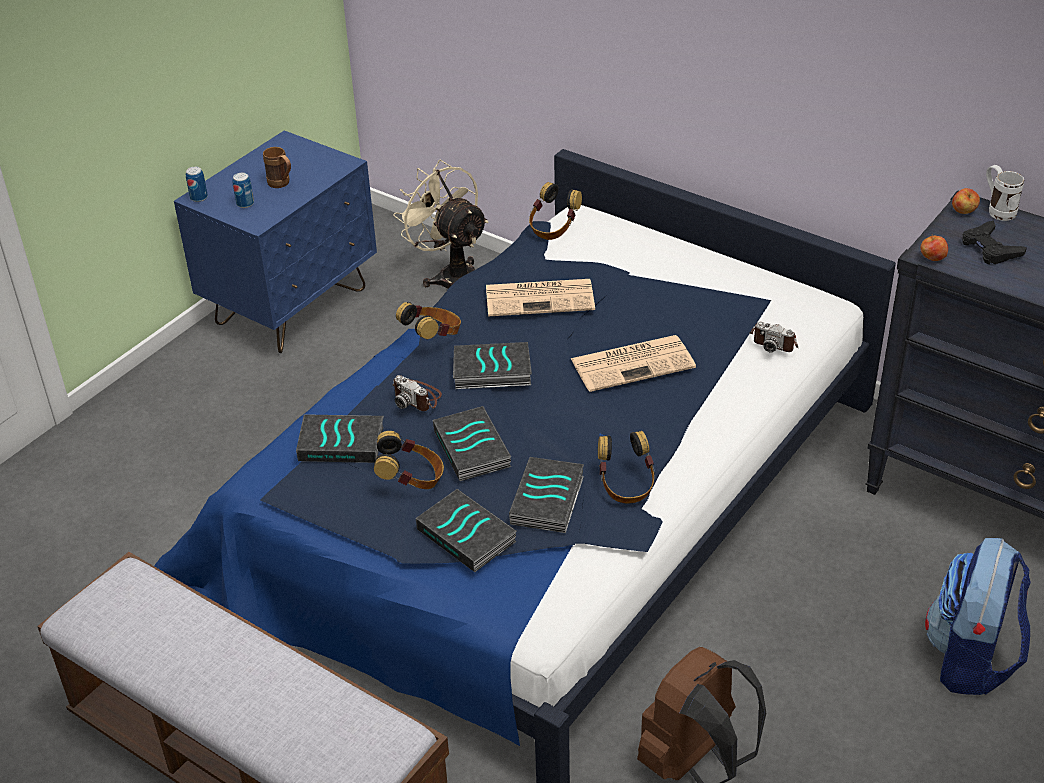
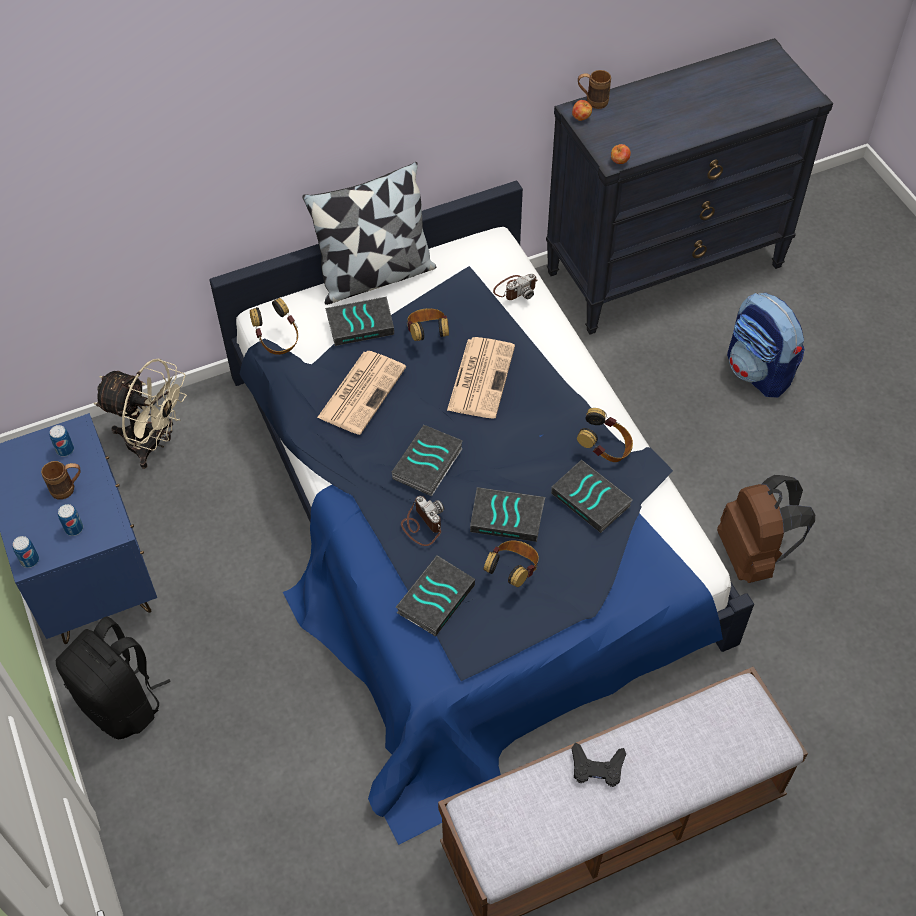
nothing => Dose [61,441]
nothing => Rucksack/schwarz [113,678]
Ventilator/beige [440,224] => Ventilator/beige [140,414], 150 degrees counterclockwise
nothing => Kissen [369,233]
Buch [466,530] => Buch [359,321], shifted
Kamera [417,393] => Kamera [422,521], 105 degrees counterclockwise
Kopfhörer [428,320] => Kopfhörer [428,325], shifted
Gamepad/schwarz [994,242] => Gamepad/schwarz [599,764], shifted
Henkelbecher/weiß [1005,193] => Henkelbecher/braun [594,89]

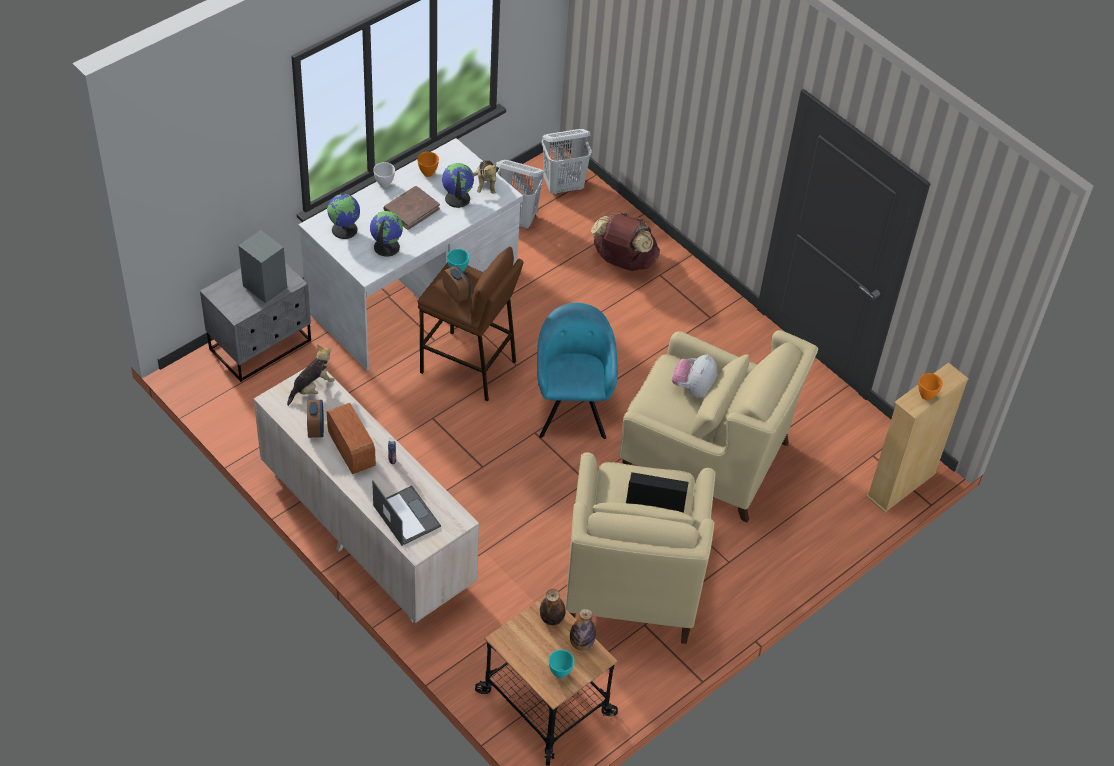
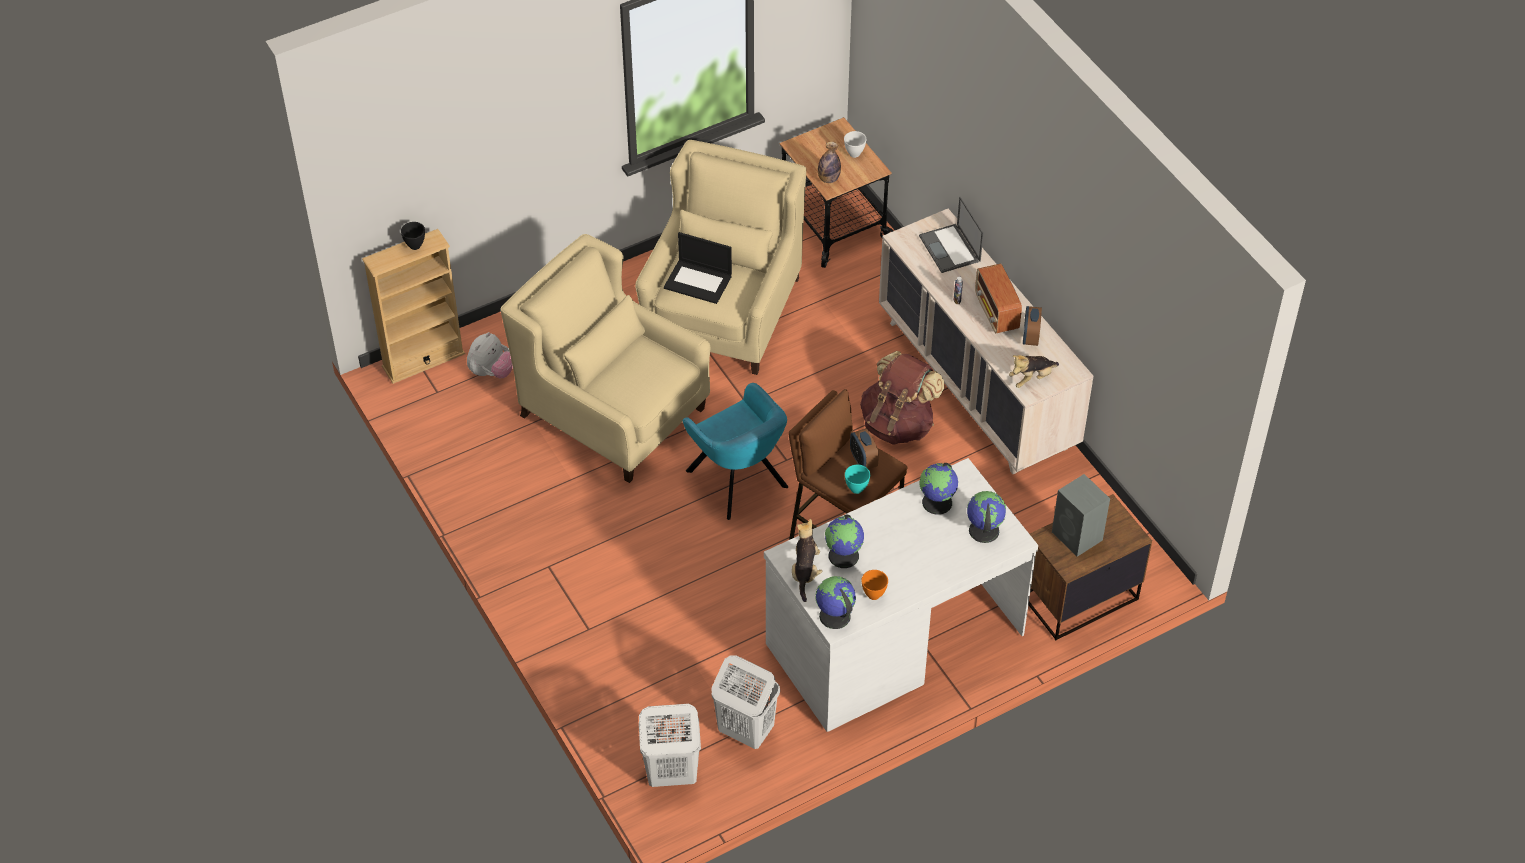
Schüssel/orange [930,386] => Schüssel/schwarz [413,236]
Plüschtier [694,375] => Plüschtier [490,355], shifted
Sessel/türkis [577,371] => Sessel/türkis [735,451], 45 degrees counterclockwise
nothing => Globus [836,602]
Schüssel/weiß [384,175] => Schüssel/weiß [855,144], shifted
Rucksack/braun [625,241] => Rucksack/braun [902,398], shifted
Nachttisch/grau [255,322] => Nachttisch/braun [1090,567]
Buch/braun [411,208] => nothing
Schüssel/türkis [561,664] => nothing
Flasche [583,630] => nothing

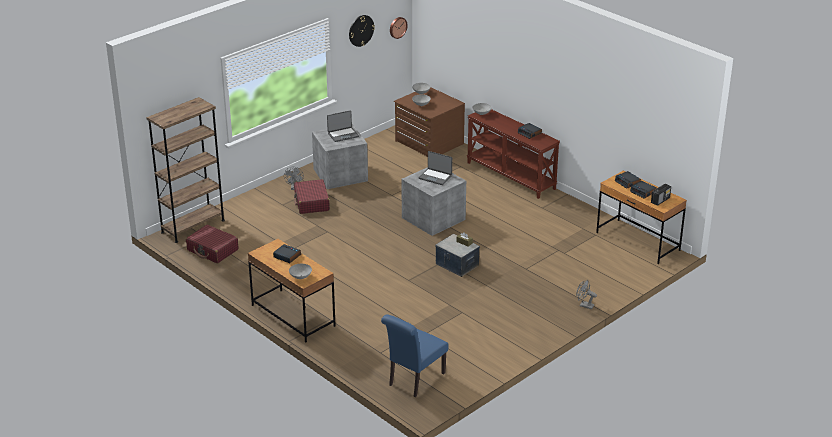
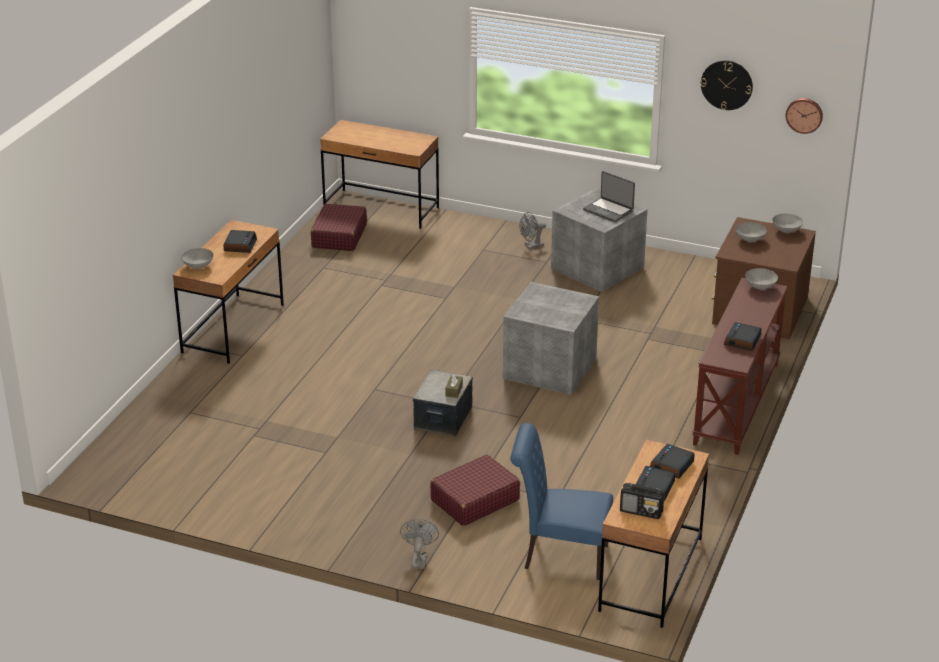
Bücherregal/braun [185,170] => Schreibtisch/braun [379,174]
Koffer/rot [312,196] => Koffer/rot [475,490], shifted
Stuhl/blau [415,356] => Stuhl/blau [562,501], shifted
Laptop [435,168] => nothing

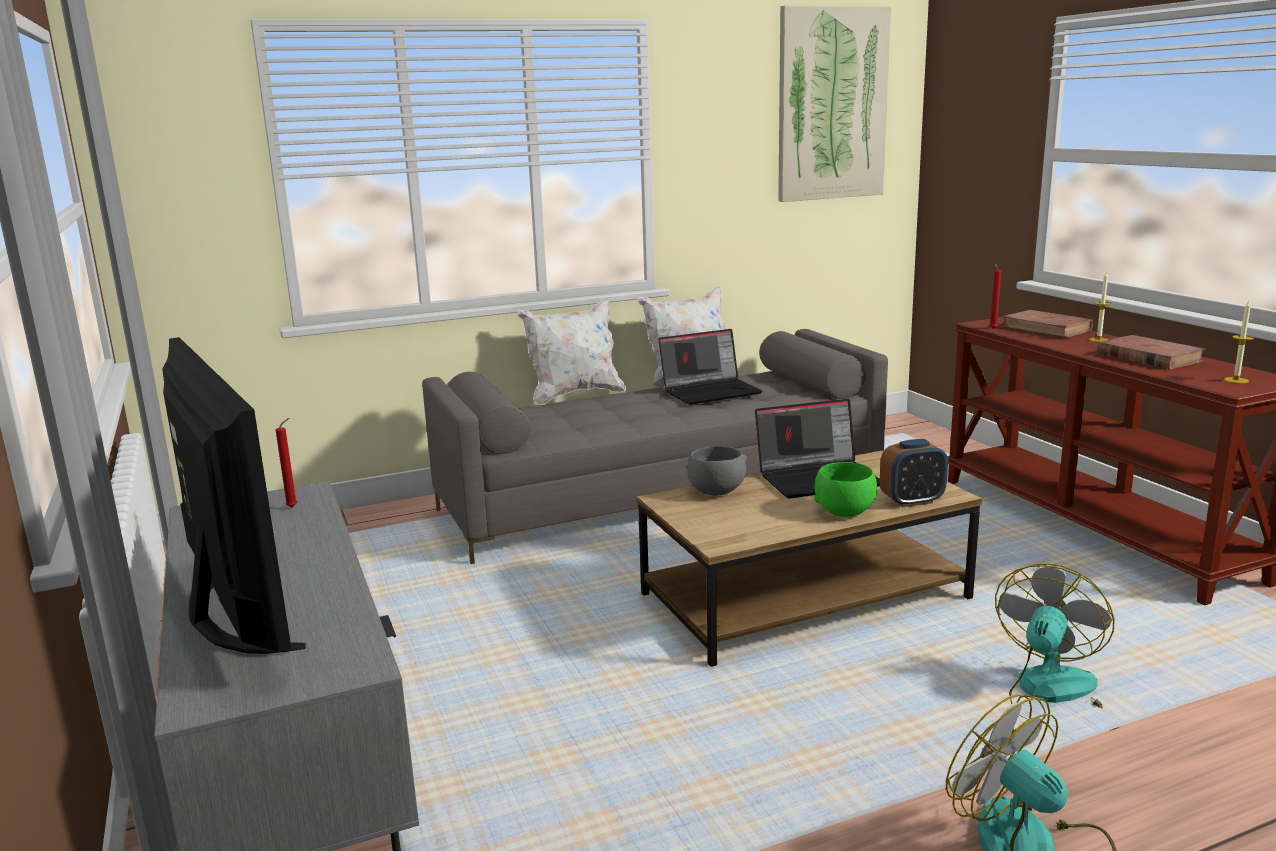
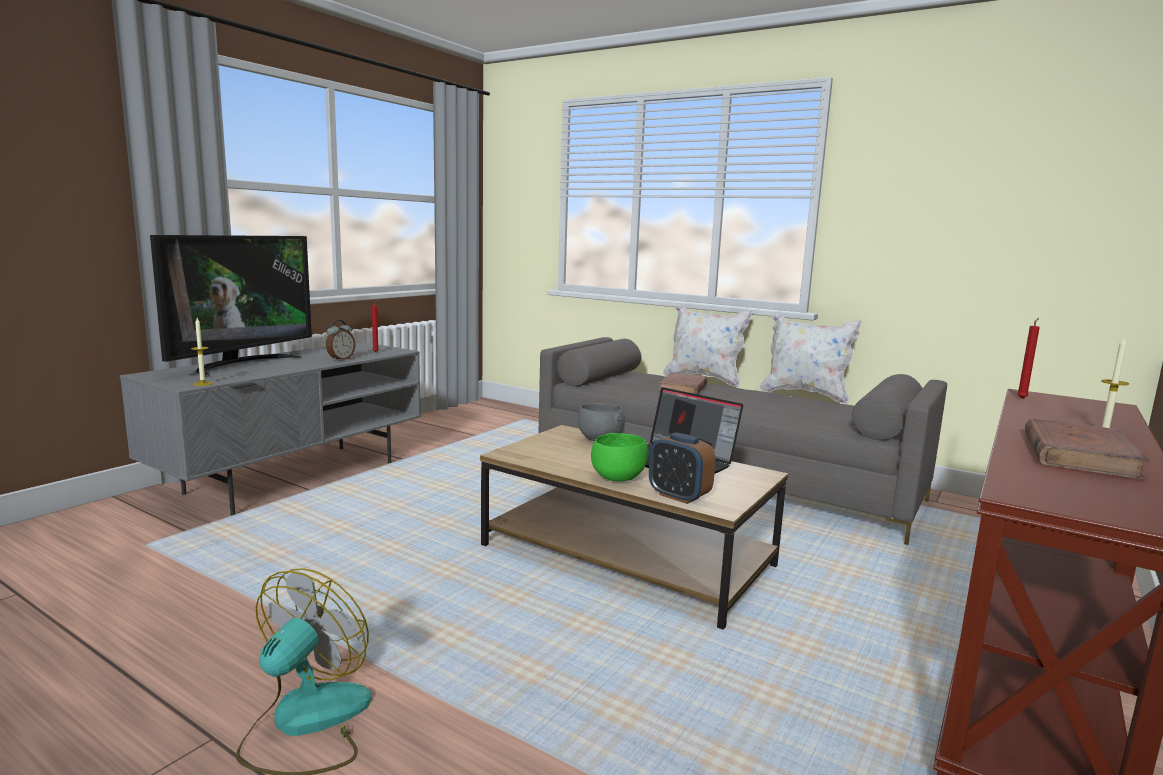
Kerze [1239,342] => Kerze [202,352], shifted
nothing => Wecker [340,340]
Buch/braun [1047,324] => Buch/braun [682,383], shifted
Laptop [710,367] => nothing
Bild [834,104] => nothing
Ventilator [1058,647] => nothing

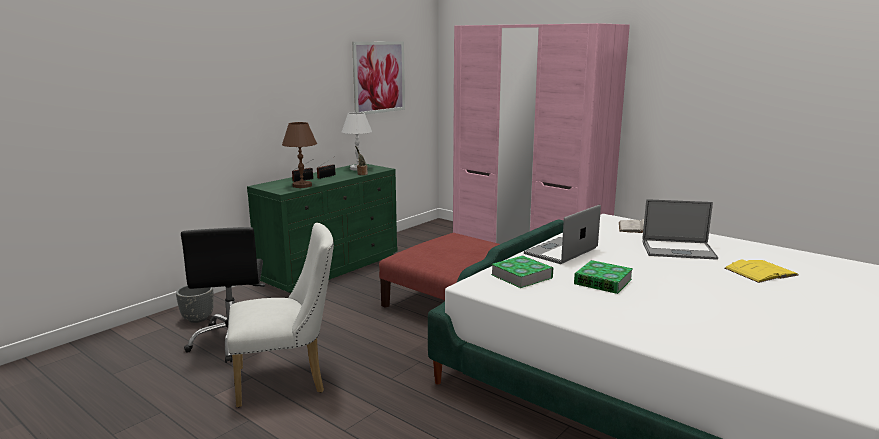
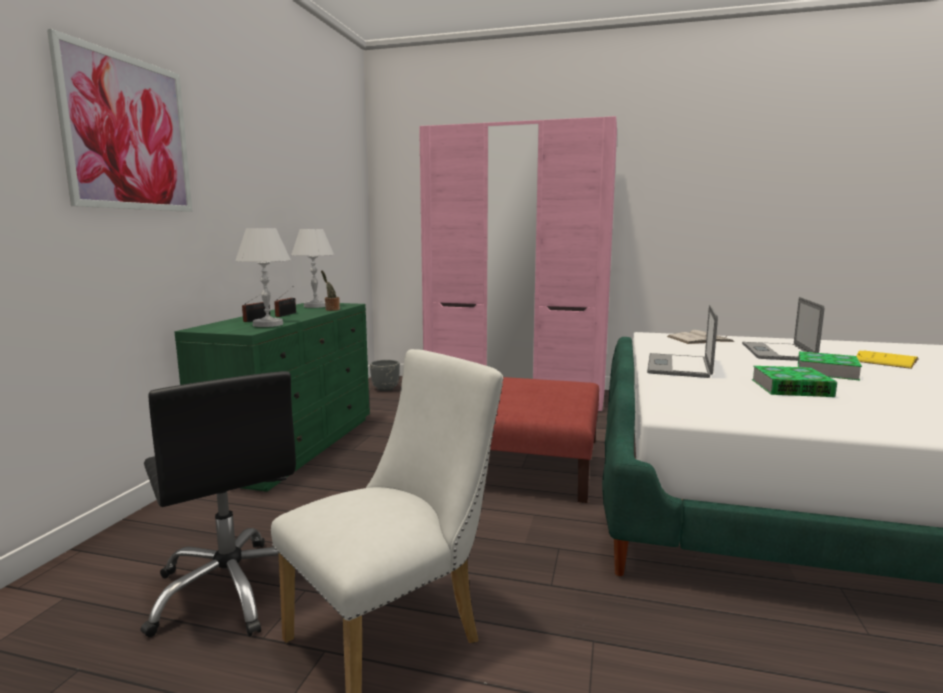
Bild [378,78] => Bild [120,120], shifted
Tischlampe/braun [299,155] => Tischlampe/weiß [263,277]
Pflanzkübel/grau [195,304] => Pflanzkübel/grau [385,375], shifted
Laptop [680,229] => Laptop [783,329], 120 degrees clockwise
Buch [522,272] => Buch [830,365], shifted

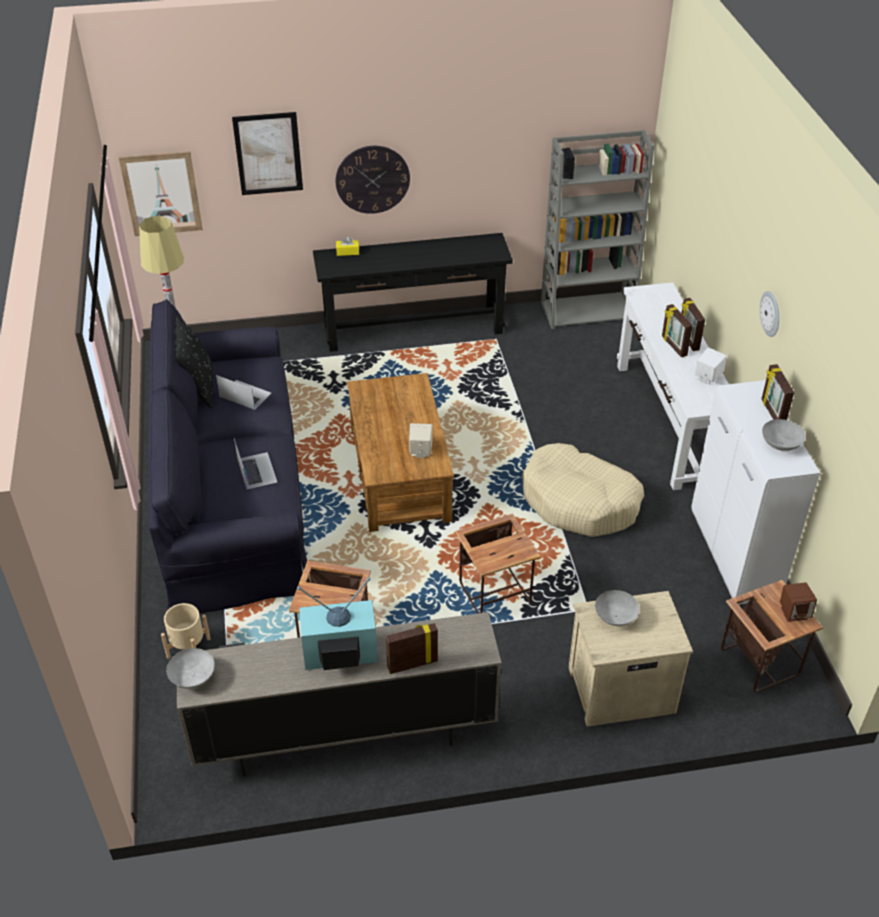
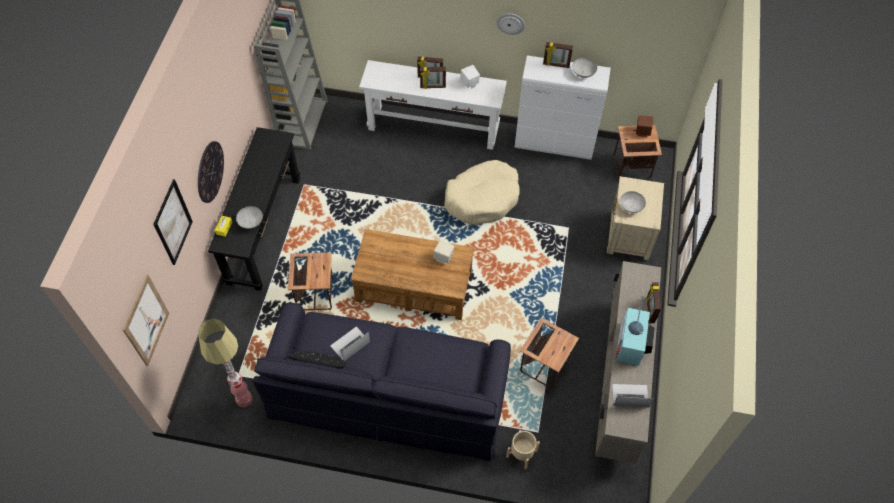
Schüssel/grau [190,668] => Schüssel/grau [249,217], shifted
Beistelltisch [497,564] => Beistelltisch [310,281], shifted
Laptop [256,464] => Laptop [632,395], shifted

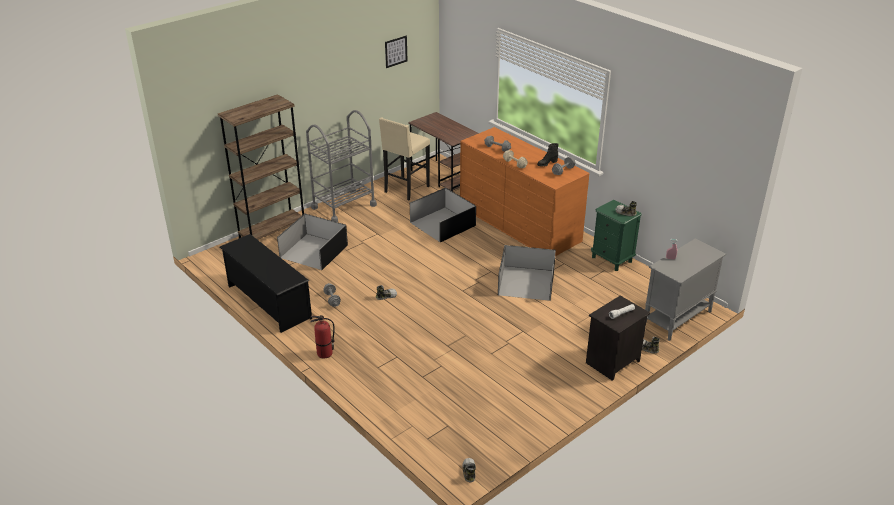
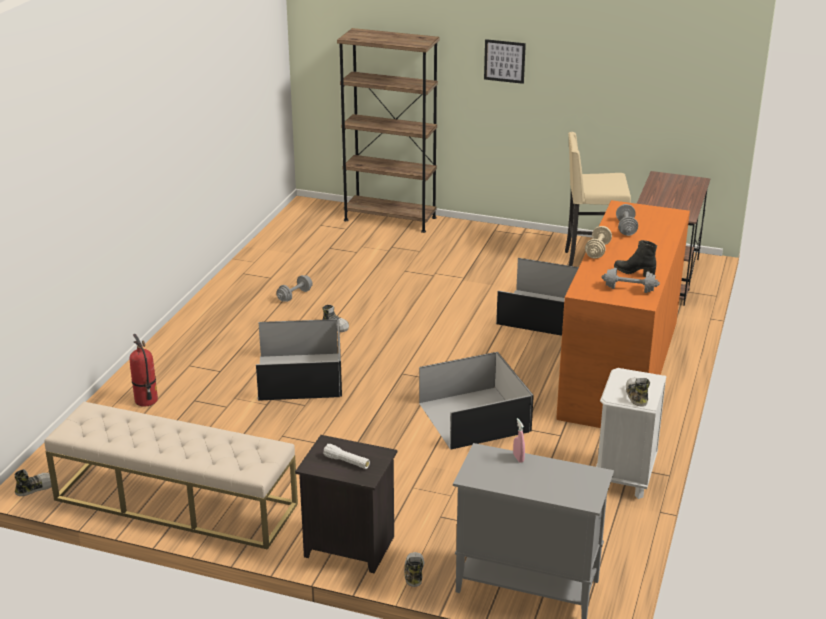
nothing => Bank/beige [171,476]
Feuerlöscher [322,336] => Feuerlöscher [144,370], shifted
Aufbewahrungsbox/schwarz [312,242] => Aufbewahrungsbox/schwarz [299,360], shifted
Bild [396,52] => Bild [505,61], shifted
Nachttisch/grün [616,235] => Nachttisch/weiß [631,433]
Schuhregal/schwarz [266,283] => nothing
Rollwagen/grau [341,166] => nothing

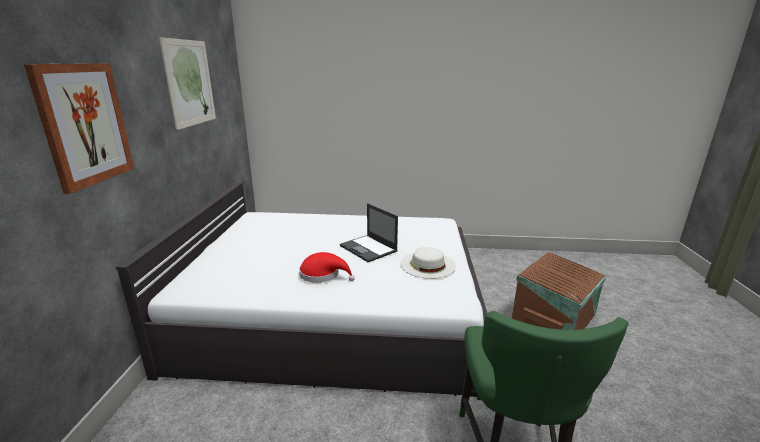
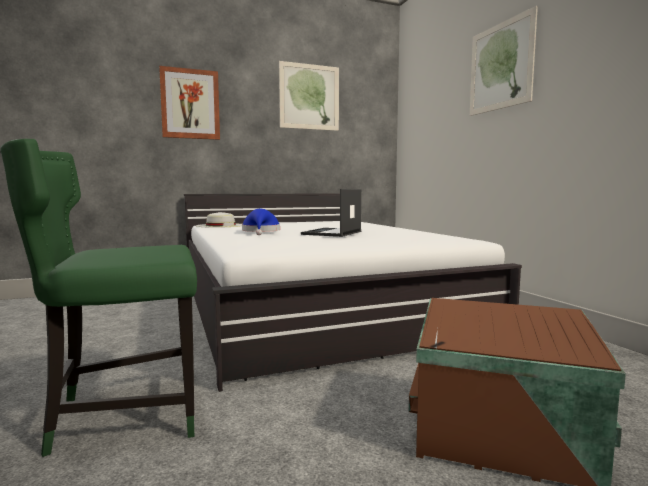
Hut/weiß [428,263] => Hut/weiß [219,220], shifted
Hut/rot [327,267] => Hut/blau [261,222]
nothing => Bild [504,61]

